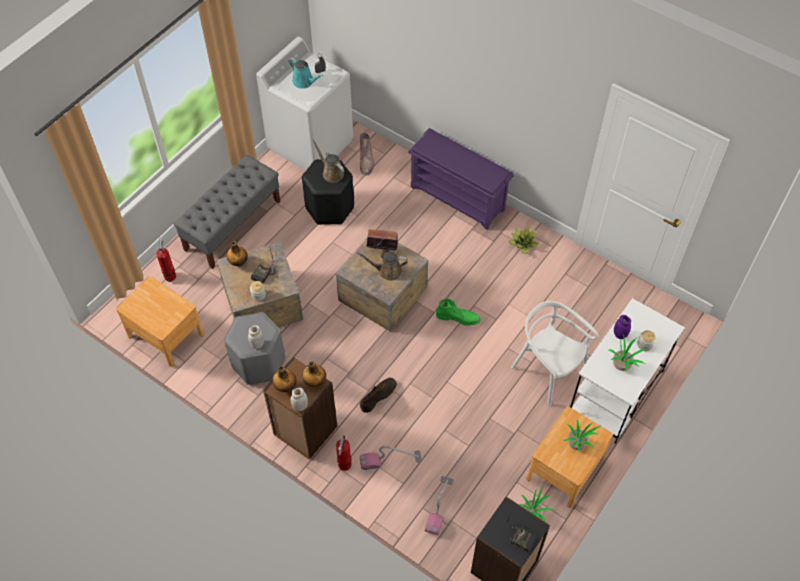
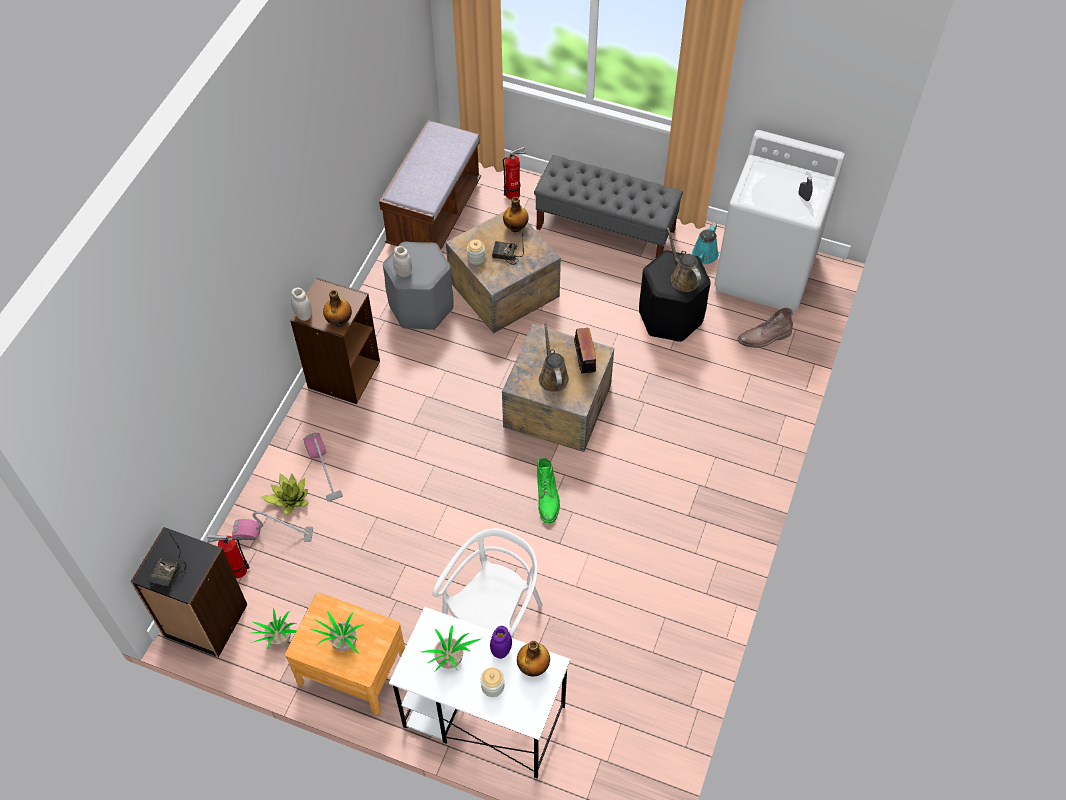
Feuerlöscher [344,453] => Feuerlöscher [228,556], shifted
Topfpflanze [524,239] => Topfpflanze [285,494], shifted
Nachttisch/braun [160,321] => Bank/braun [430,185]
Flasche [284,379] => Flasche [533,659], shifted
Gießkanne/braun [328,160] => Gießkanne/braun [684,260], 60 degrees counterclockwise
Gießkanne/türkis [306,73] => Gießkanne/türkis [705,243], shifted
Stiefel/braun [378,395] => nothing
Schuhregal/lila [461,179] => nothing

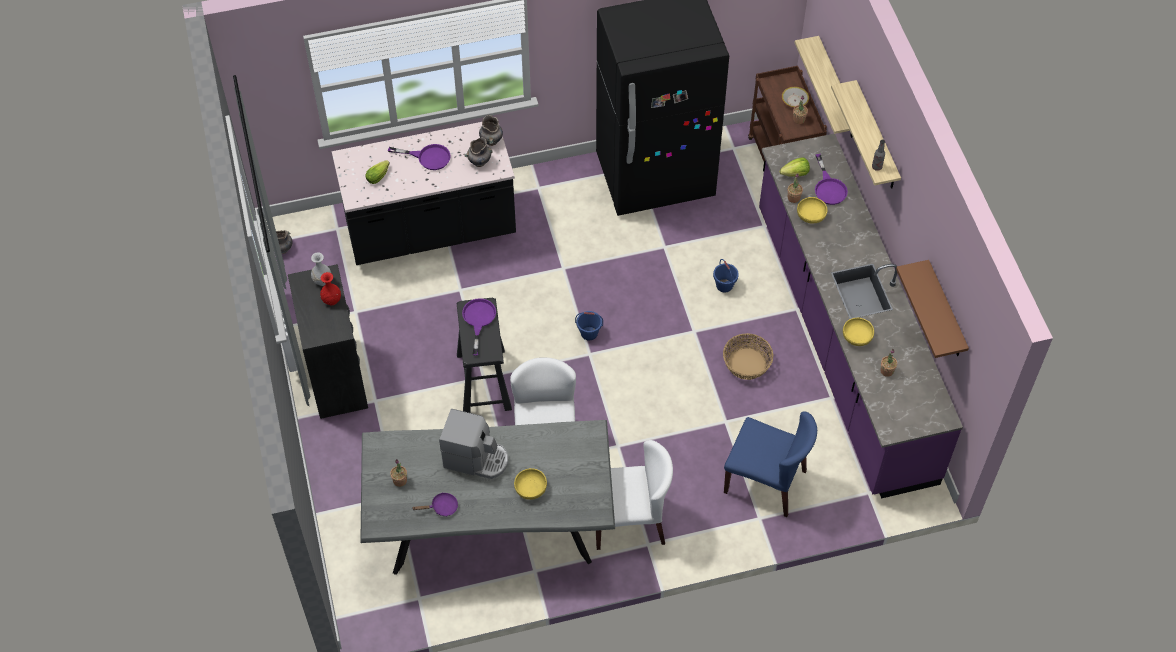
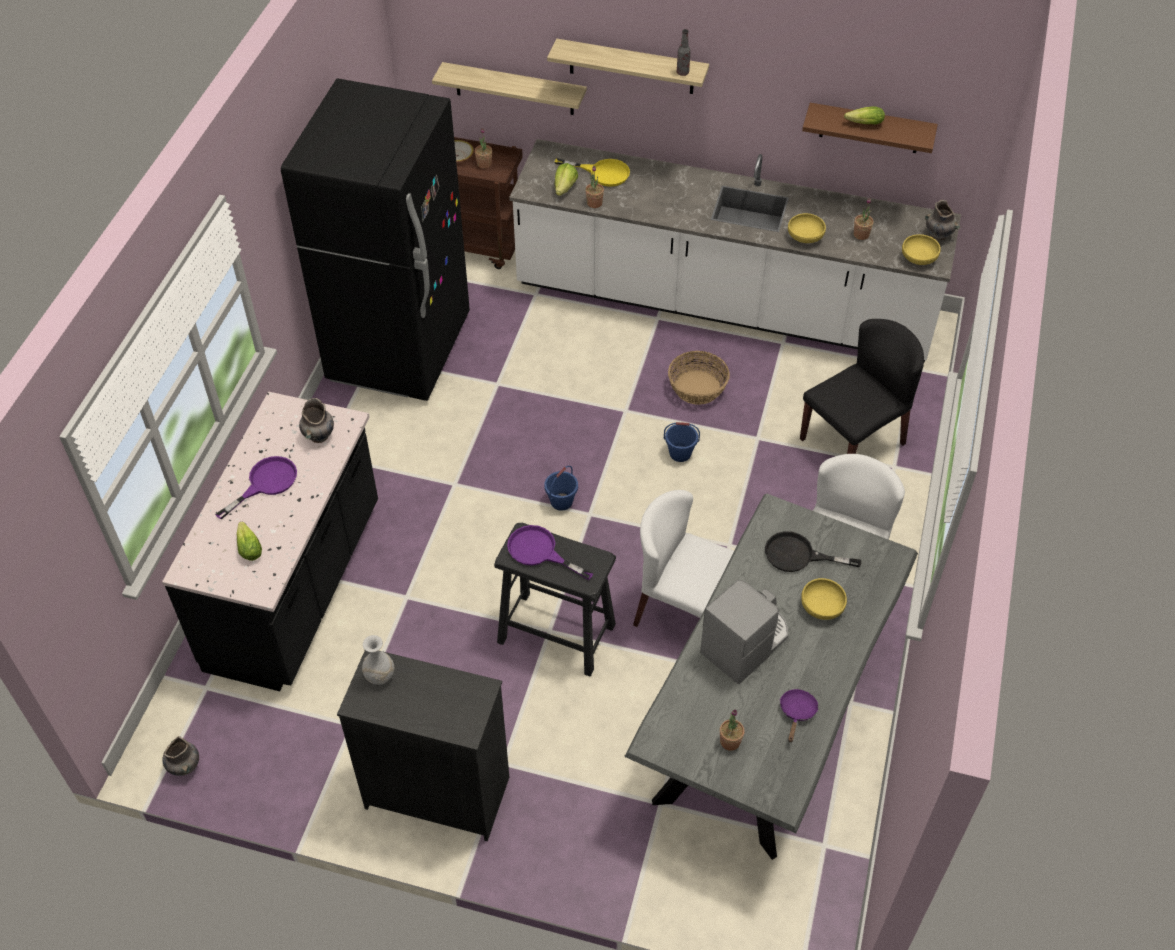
Küchenzeile/lila [861,316] => Küchenzeile/weiß [735,250]
Pfanne/lila [831,179] => Pfanne/gelb [592,172]
Eimer/blau [726,276] => Eimer/blau [682,442], shifted
nothing => Pfanne/schwarz [813,551]
Stuhl/blau [770,464] => Stuhl/schwarz [862,386]
nothing => Salatkopf [864,115]
Schüssel/gelb [812,210] => Schüssel/gelb [921,249], shifted
Vase/grau [491,130] => Vase/grau [942,220], shifted
Vase/rot [330,288] => nothing

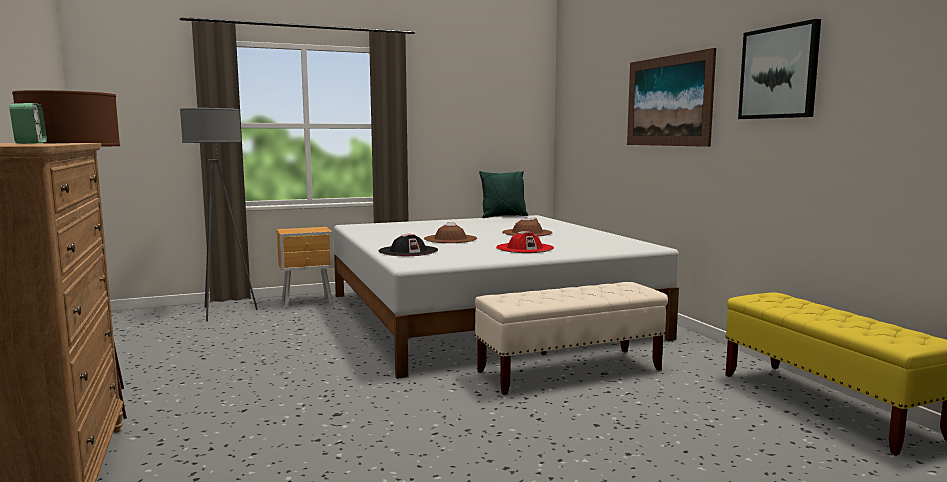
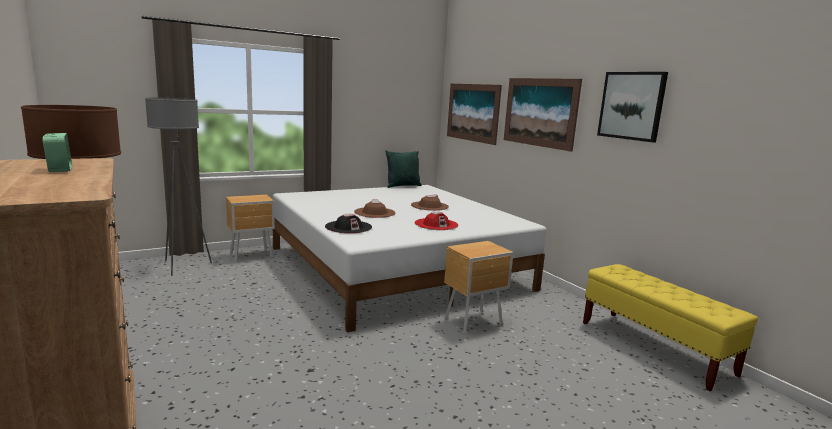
Bank/beige [571,338] => Nachttisch/braun [479,287]
nothing => Bild [474,114]

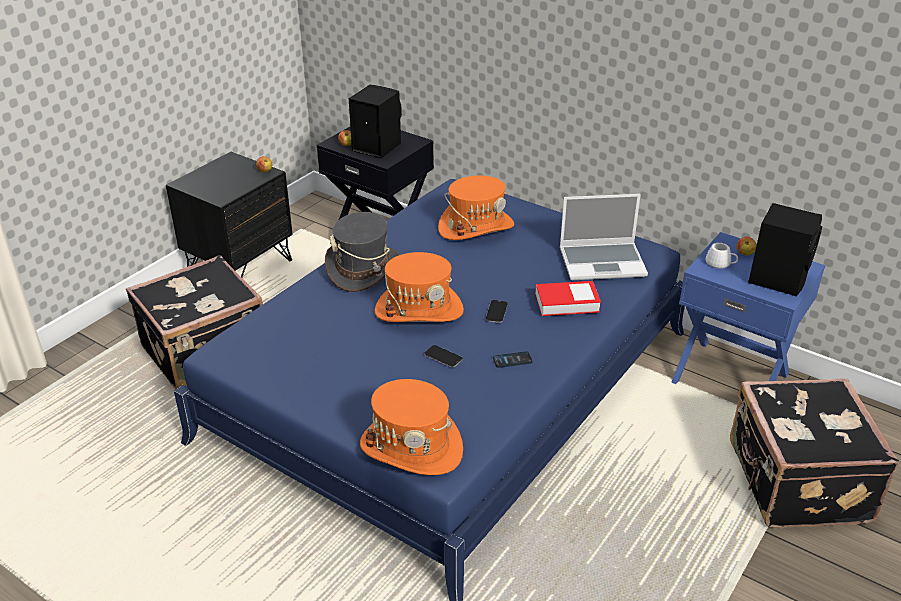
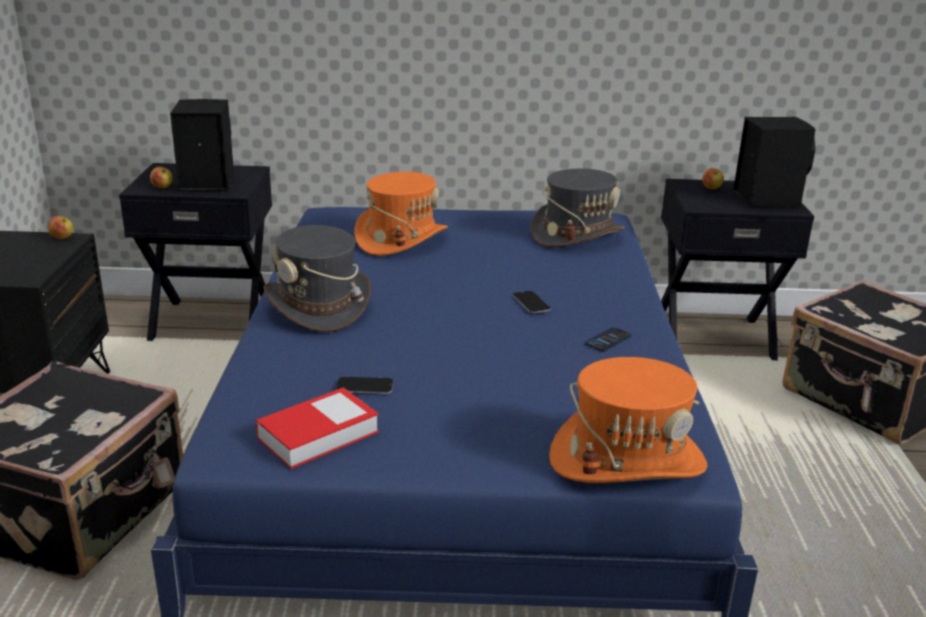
Buch [568,298] => Buch [317,428], shifted
Handy [443,356] => Handy [365,385], shifted
Laptop [604,237] => Hut/grau [578,208]
Nachttisch/blau [748,308] => Nachttisch/schwarz [737,269]
Hut/orange [419,287] => nothing
Henkelbecher/weiß [721,256] => nothing

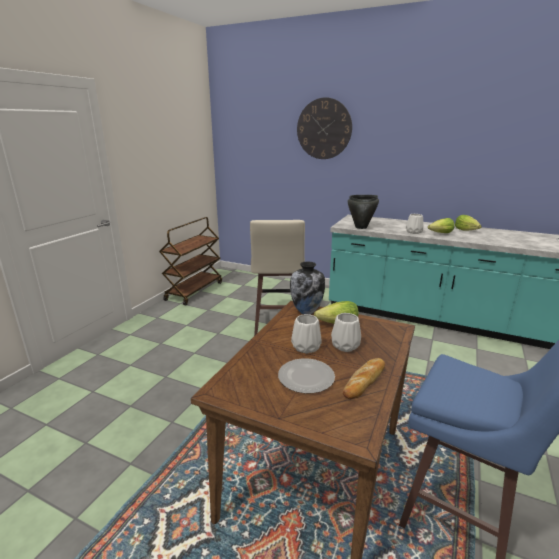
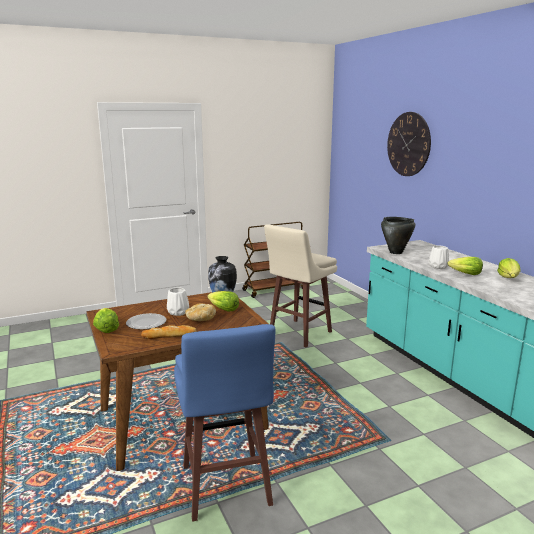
nothing => Salatkopf [106,320]
Vase/weiß [346,332] => Brot [200,312]

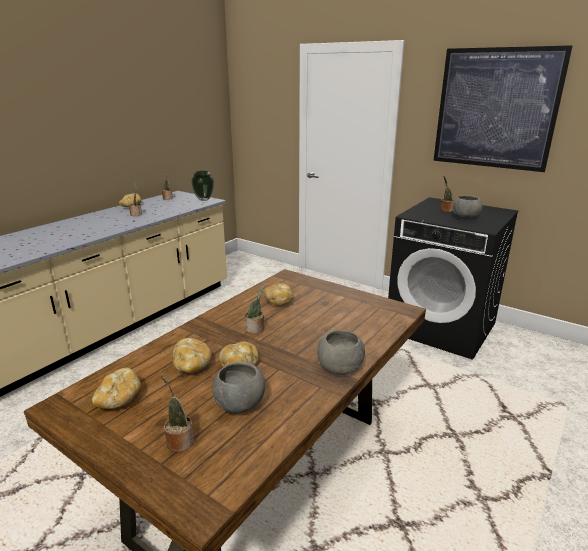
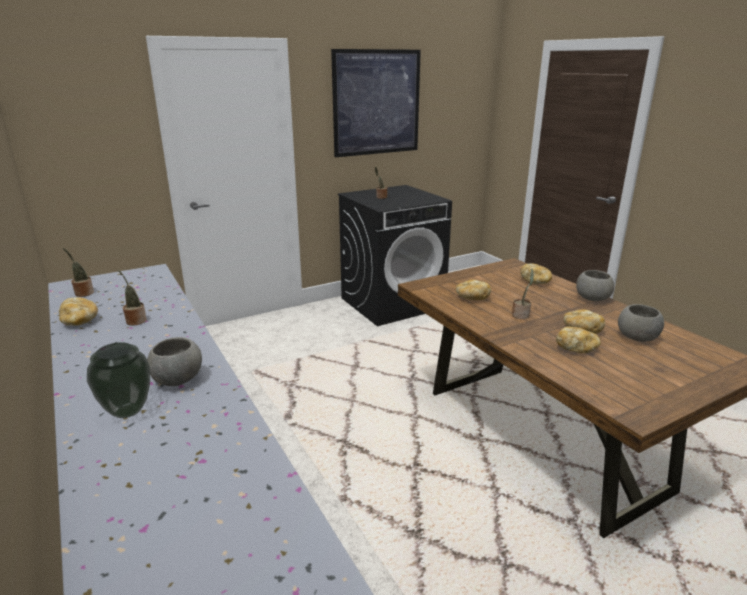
Vase [202,186] => Vase [118,380], shifted
Schüssel/grau [467,207] => Schüssel/grau [174,361], shifted
Brot [116,388] => Brot [536,273], shifted
Topfpflanze [177,414] => nothing

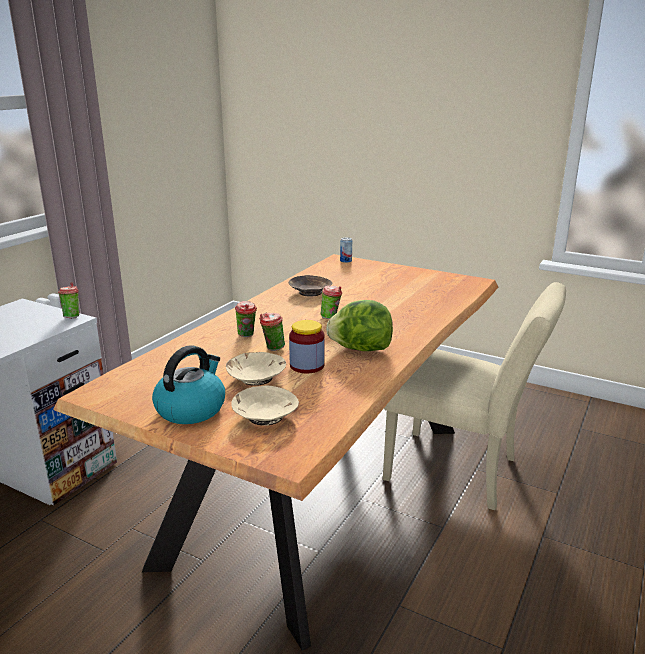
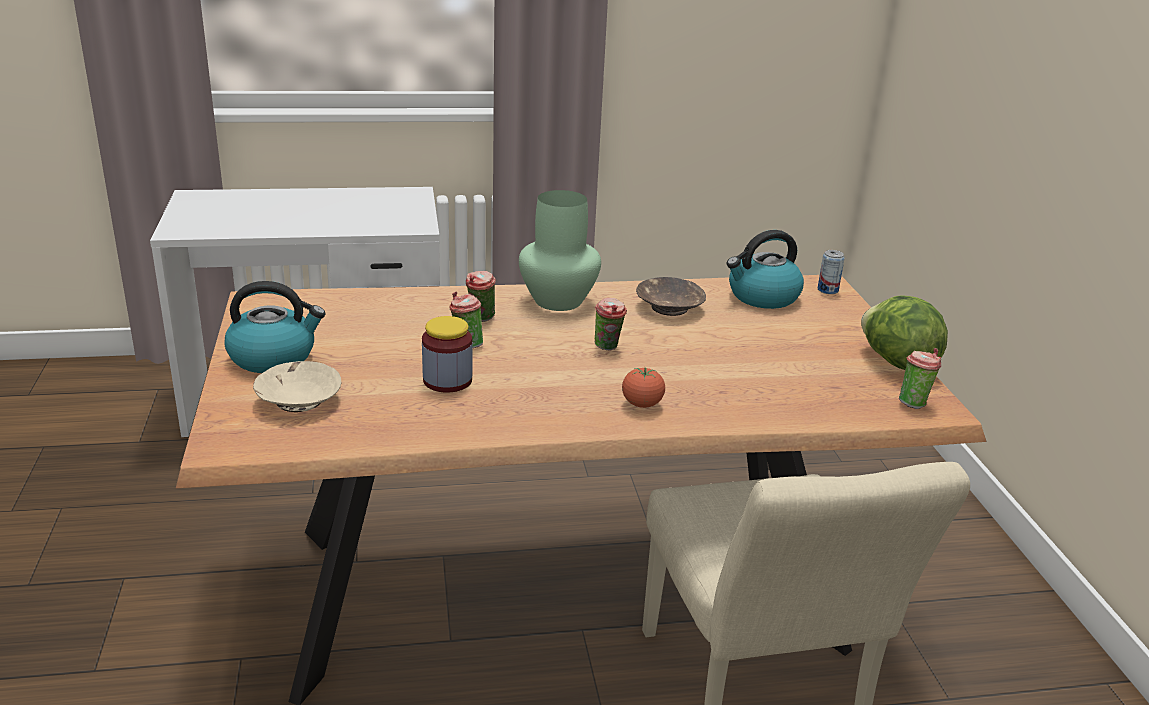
nothing => Vase/grün [560,250]
nothing => Tomate [643,387]
nothing => Wasserkessel [765,269]
Salatkopf [359,325] => Salatkopf [904,332], shifted
Tasse [68,300] => Tasse [920,378], shifted
Schüssel/beige [256,369] => nothing

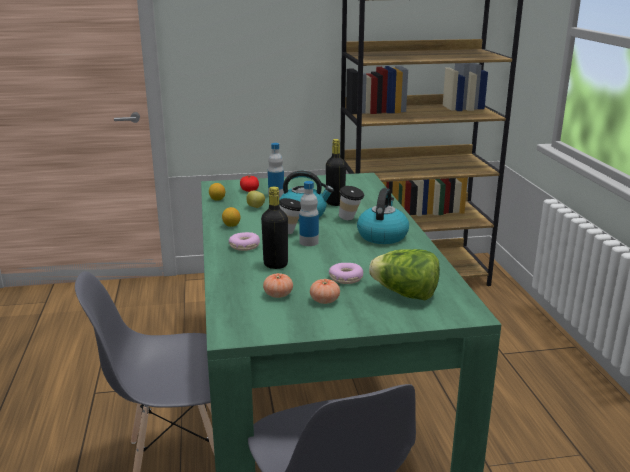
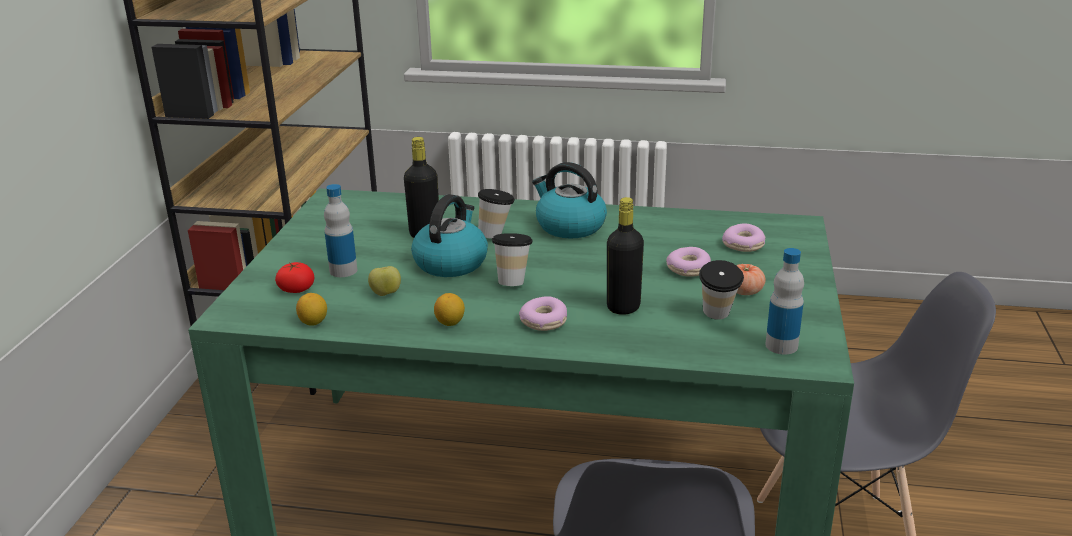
Tomate [278,285] => Tasse [721,290]
Salatkopf [404,275] => Donut [744,237]
Flasche [309,213] => Flasche [784,301], shifted

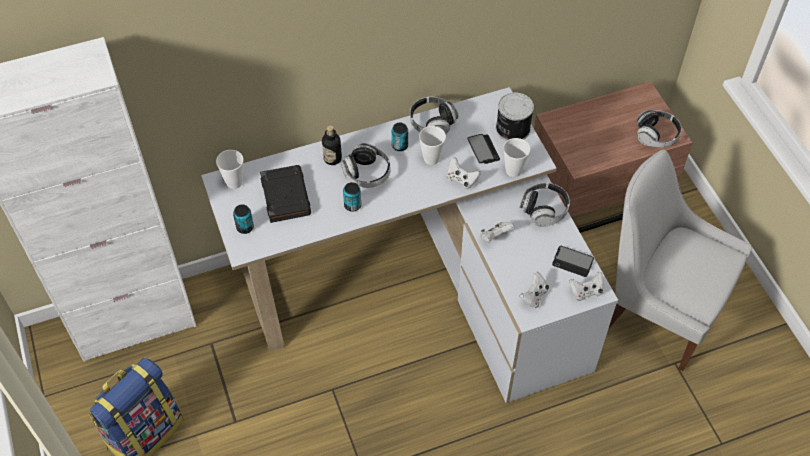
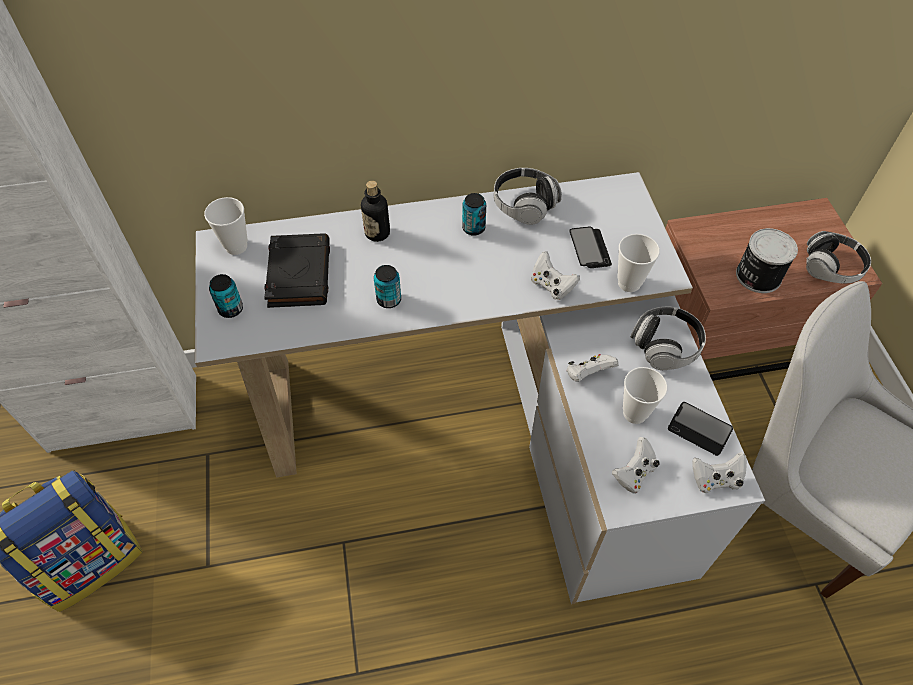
Tasse [432,145] => Tasse [645,395], shifted
Dose [515,116] => Dose [767,260], shifted
Kopfhörer [366,165] => nothing

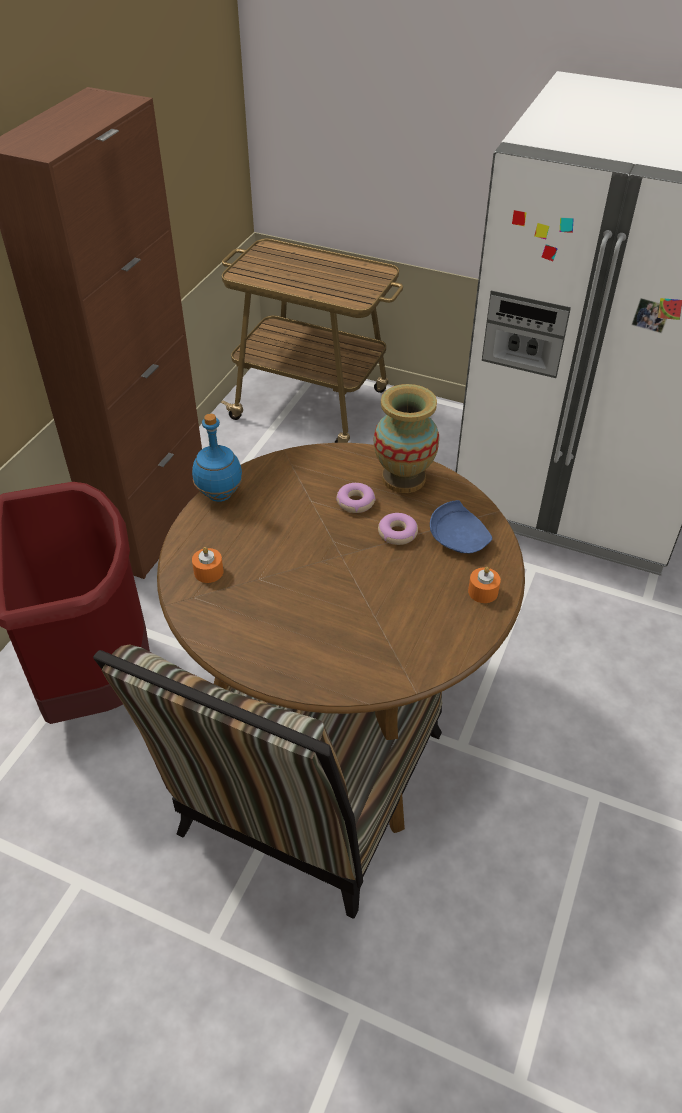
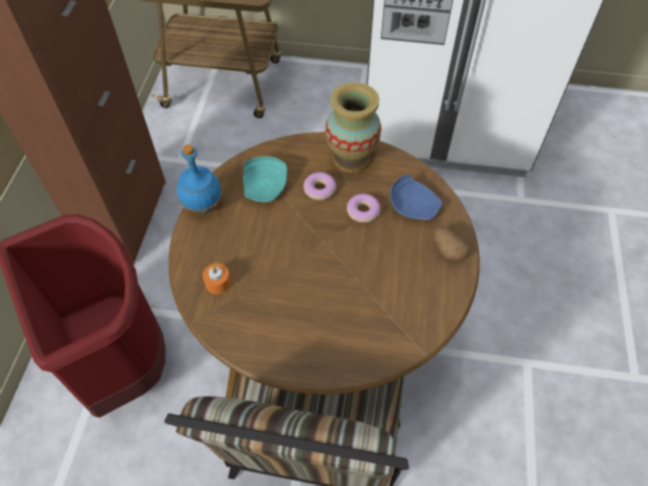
nothing => Teller/türkis [265,179]
Kerze/orange [484,585] => Kartoffel [452,244]

